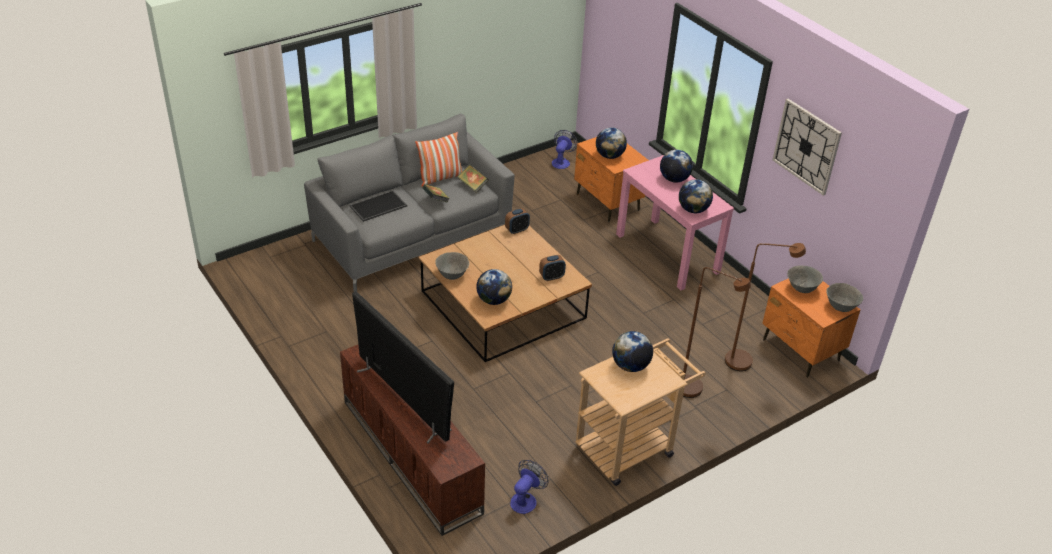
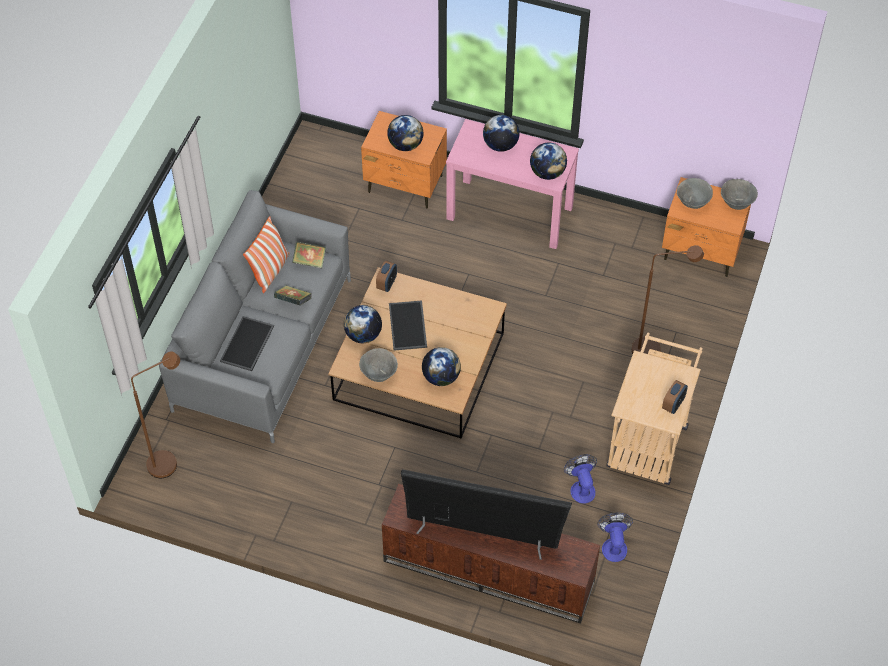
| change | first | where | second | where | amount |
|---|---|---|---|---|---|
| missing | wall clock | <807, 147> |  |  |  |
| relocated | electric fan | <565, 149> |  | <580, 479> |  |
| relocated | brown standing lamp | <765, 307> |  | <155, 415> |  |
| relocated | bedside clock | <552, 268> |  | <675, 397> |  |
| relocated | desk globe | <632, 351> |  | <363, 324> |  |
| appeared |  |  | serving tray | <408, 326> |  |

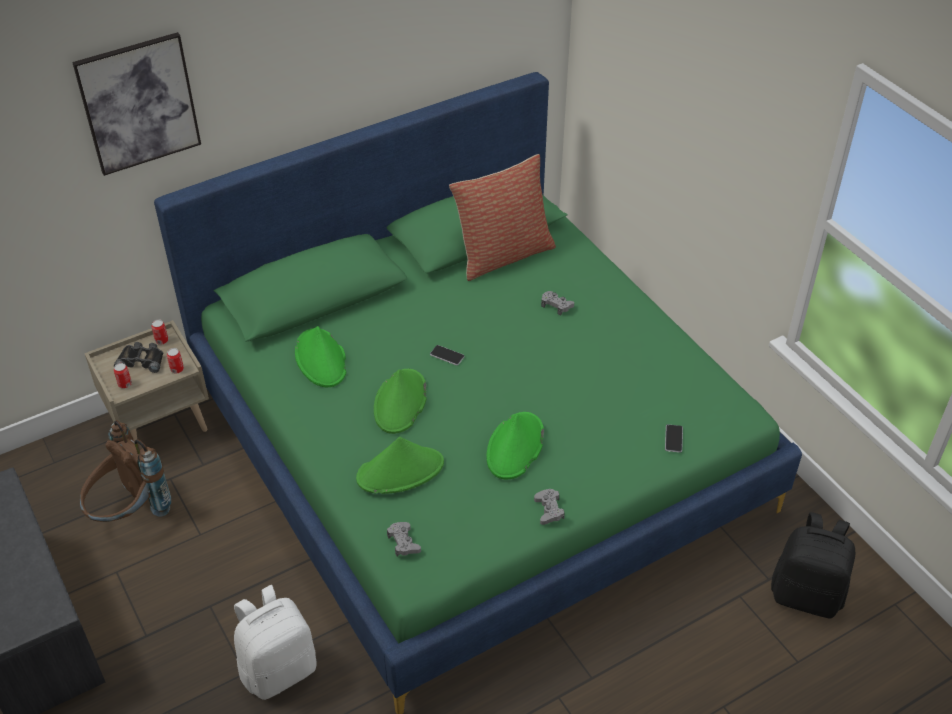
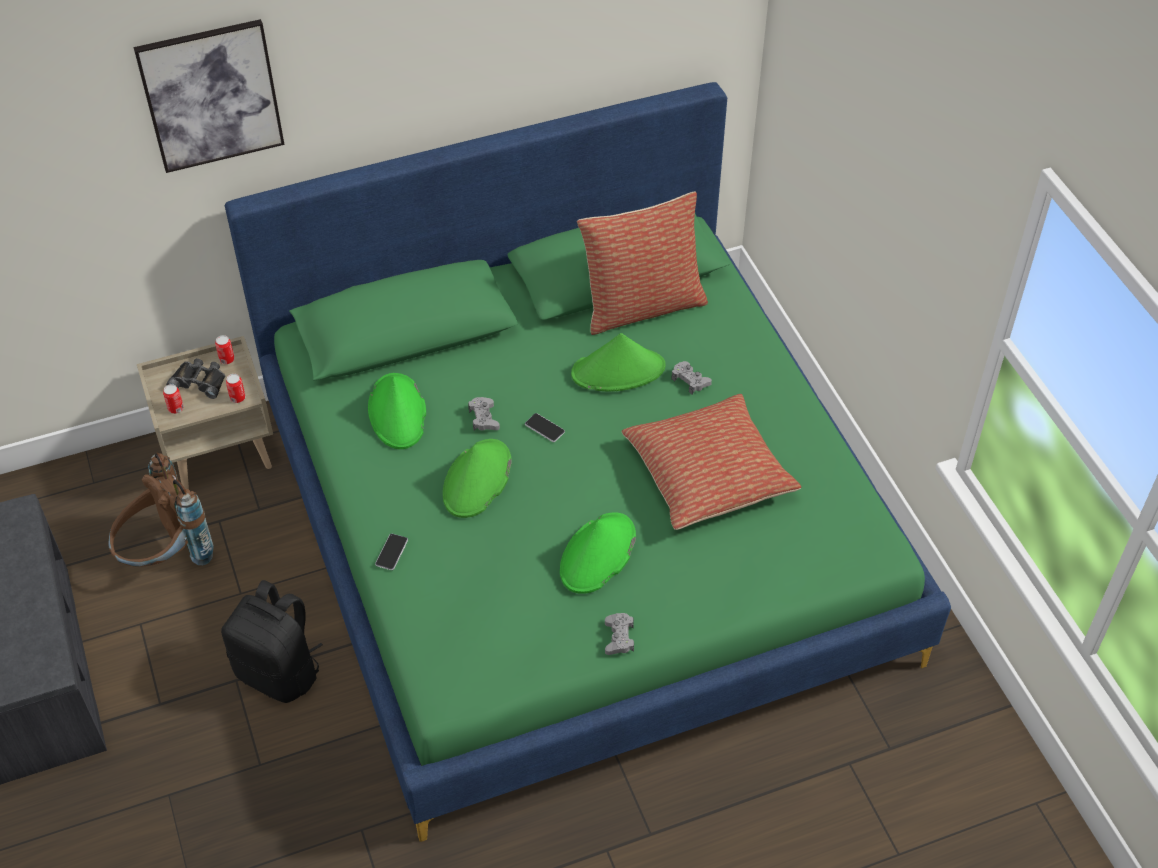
| change | first | where | second | where | amount |
|---|---|---|---|---|---|
| relocated | phone | <674, 438> |  | <391, 552> |  |
| relocated | greenish wearable hat | <400, 465> |  | <618, 362> |  |
| relocated | black knapsack | <813, 565> |  | <272, 641> |  |
| relocated | greyish game controller | <404, 539> |  | <484, 414> |  |
| missing | white knapsack | <275, 642> |  |  |  |
| appeared |  |  | cushion | <711, 462> |  |

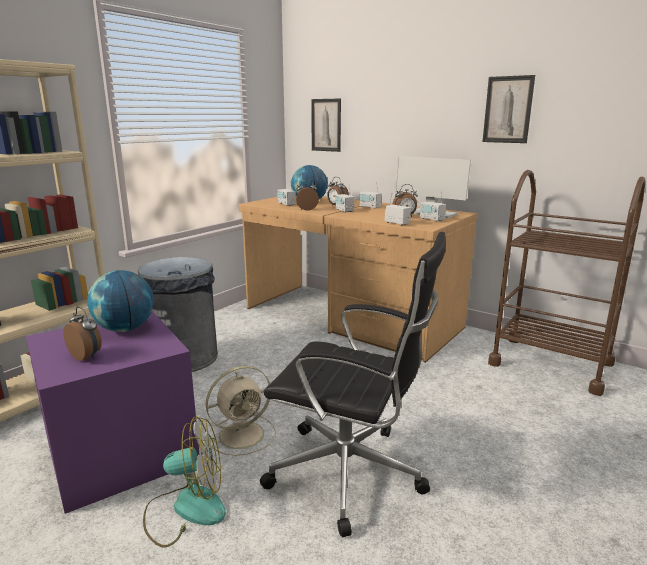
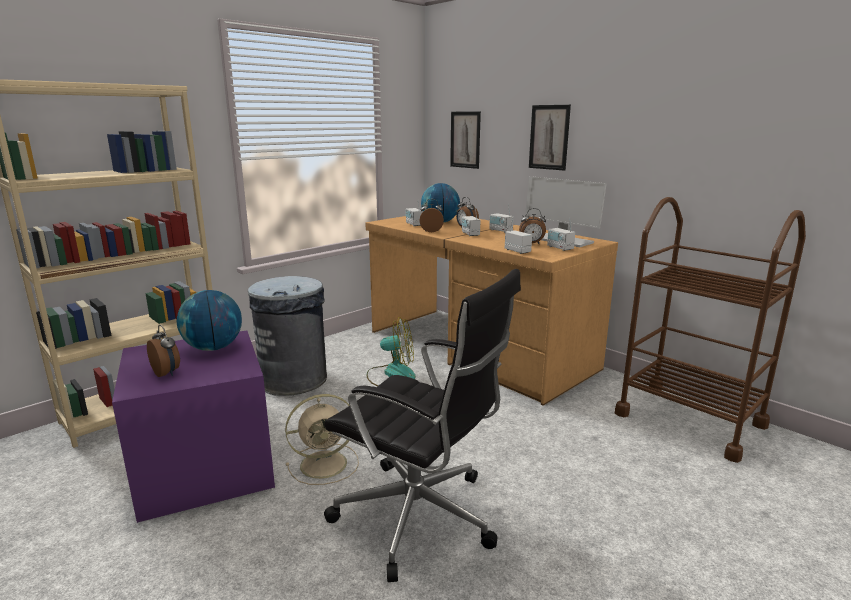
| change | first | where | second | where | amount |
|---|---|---|---|---|---|
| relocated | picture | <509, 109> |  | <550, 138> |  |
| relocated | electric fan | <184, 482> |  | <391, 351> |  |

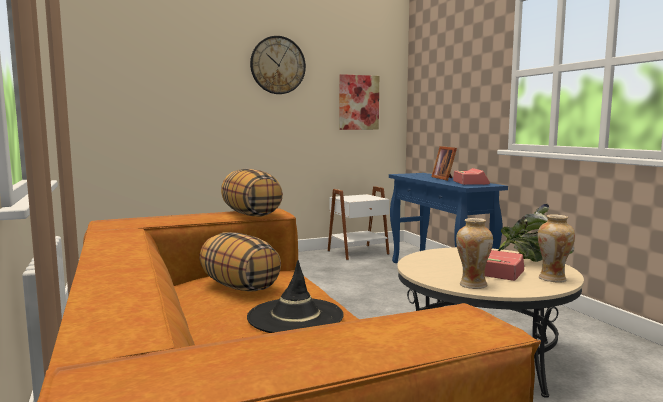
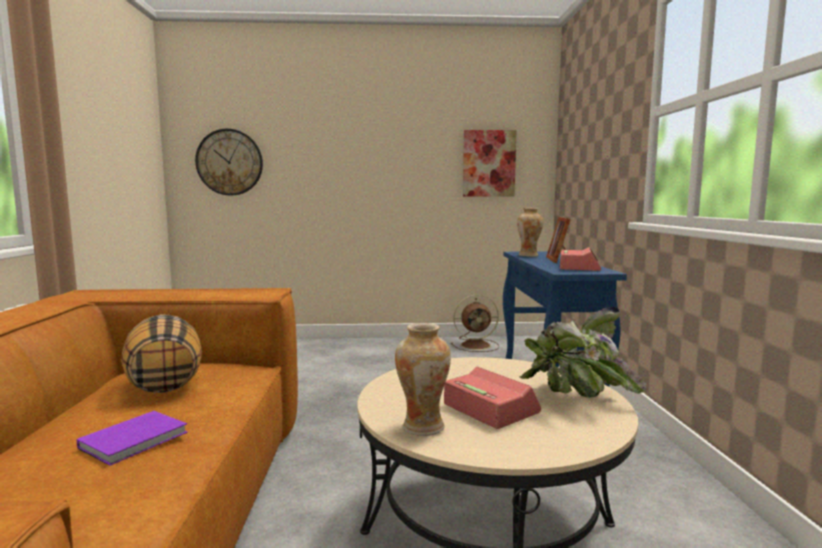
| change | first | where | second | where | amount |
|---|---|---|---|---|---|
| relocated | wall clock | <278, 65> |  | <229, 162> |  |
| missing | cushion | <252, 192> |  |  |  |
| exchanged | white side table | <358, 223> | brown electric fan | <475, 323> |  |
| relocated | vase | <556, 248> |  | <530, 232> |  |
| exchanged | black wearable hat | <295, 296> | purple bound book | <132, 438> |  |

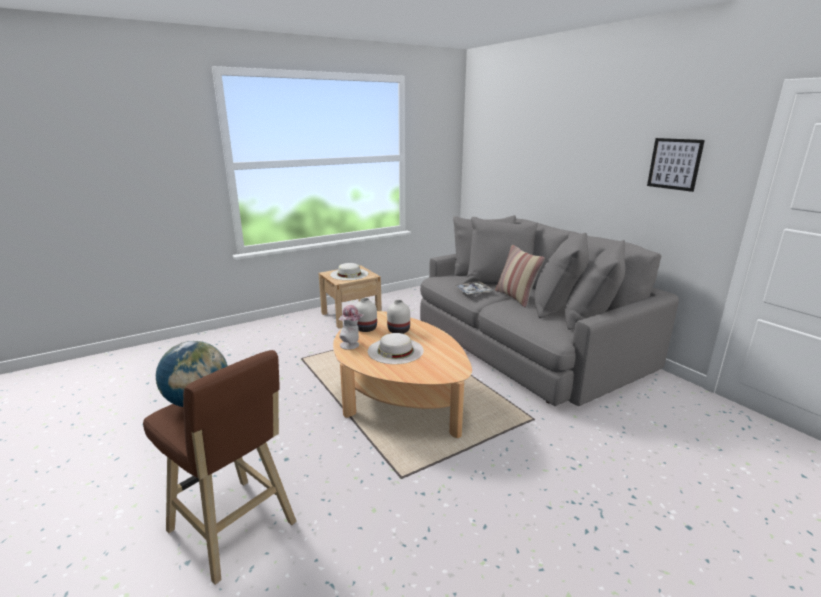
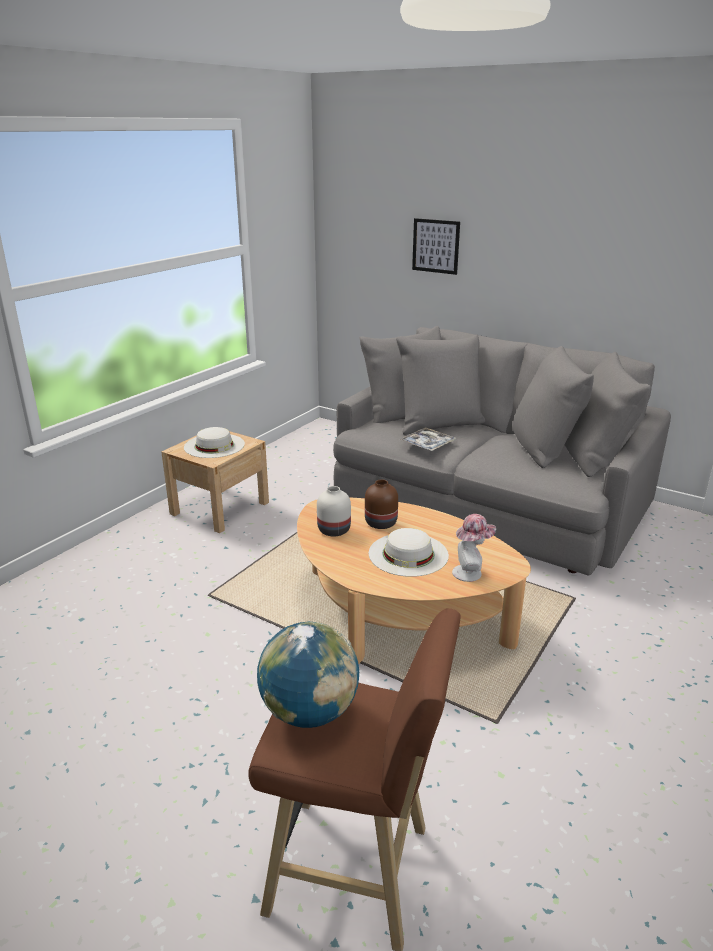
| change | first | where | second | where | amount |
|---|---|---|---|---|---|
| relocated | picture | <676, 165> |  | <436, 246> |  |
| missing | cushion | <520, 276> |  |  |  |
| colour | white vase | <398, 317> | brown vase | <381, 504> |  |
| relocated | wearable hat | <351, 327> |  | <474, 548> |  |

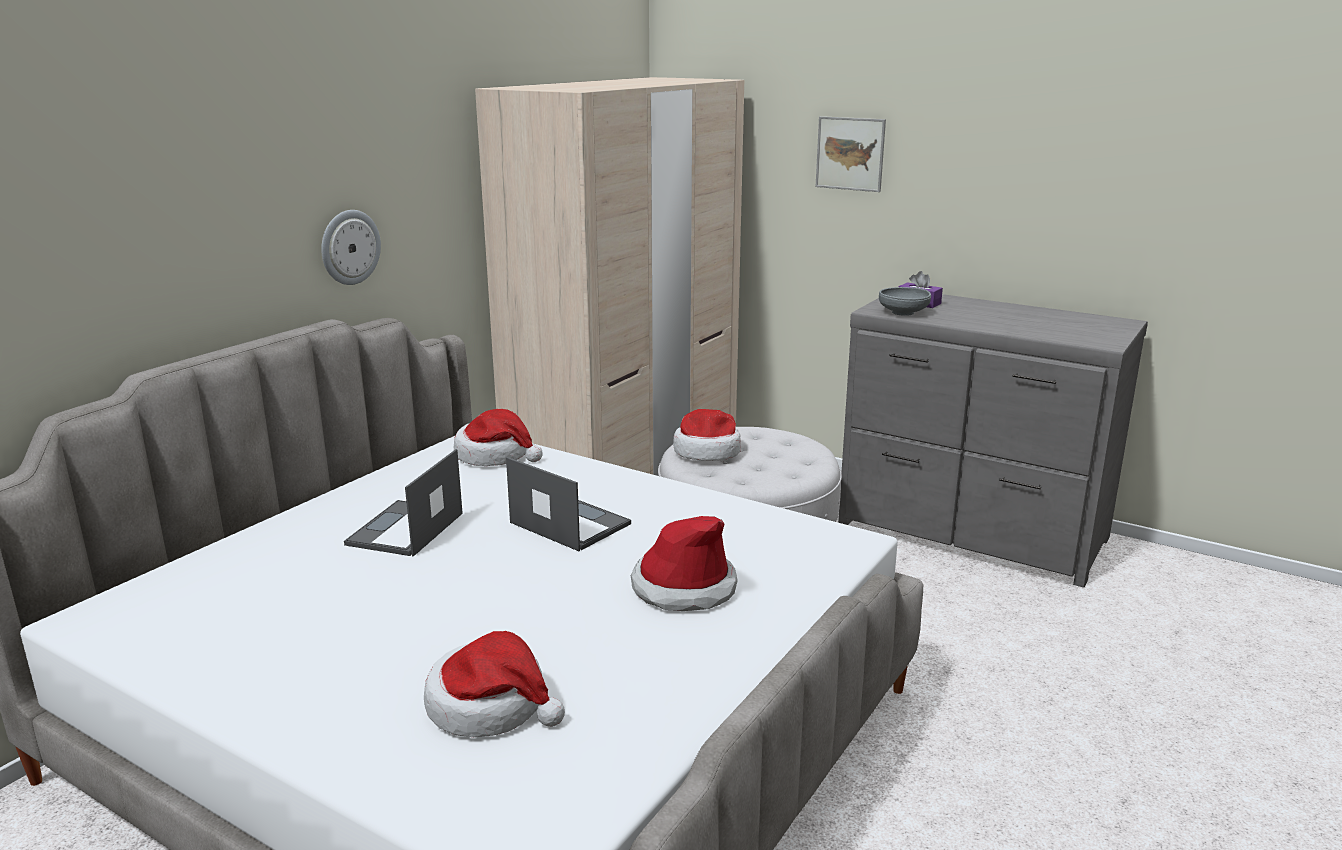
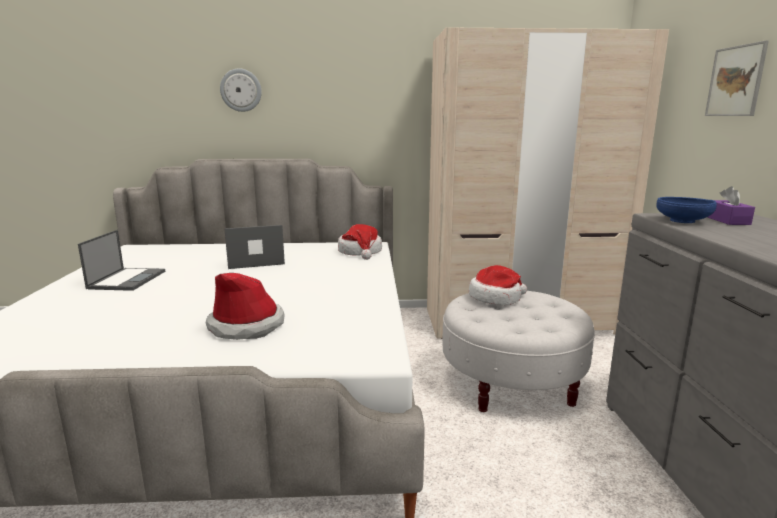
| change | first | where | second | where | amount |
|---|---|---|---|---|---|
| relocated | wall clock | <351, 247> |  | <241, 90> |  |
| colour | greyish deep dish | <905, 301> | blue deep dish | <687, 210> |  |
| relocated | laptop | <568, 504> |  | <121, 260> |  |
| missing | wearable hat | <494, 684> |  |  |  |

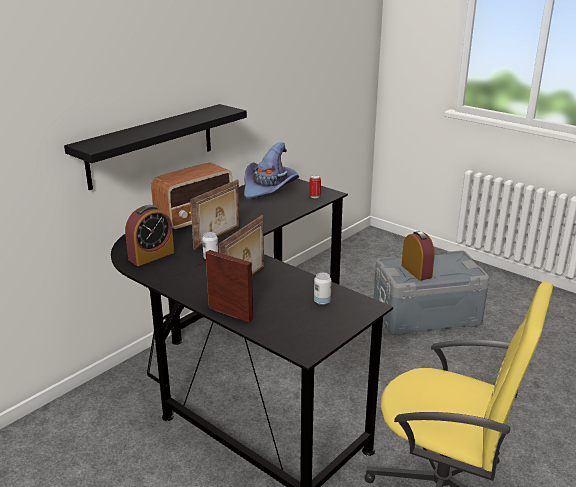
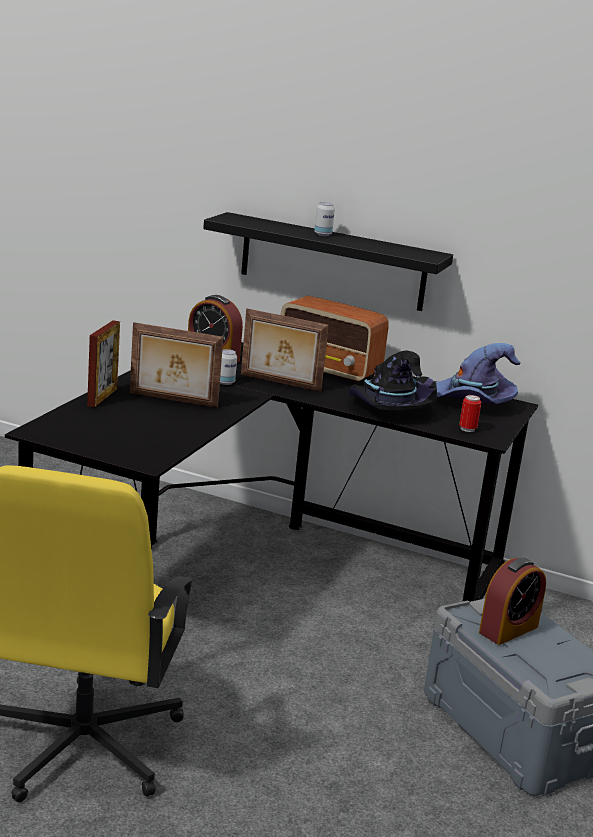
| change | first | where | second | where | amount |
|---|---|---|---|---|---|
| relocated | metal can | <323, 289> |  | <324, 219> |  |
| appeared |  |  | black wearable hat | <393, 381> |  |

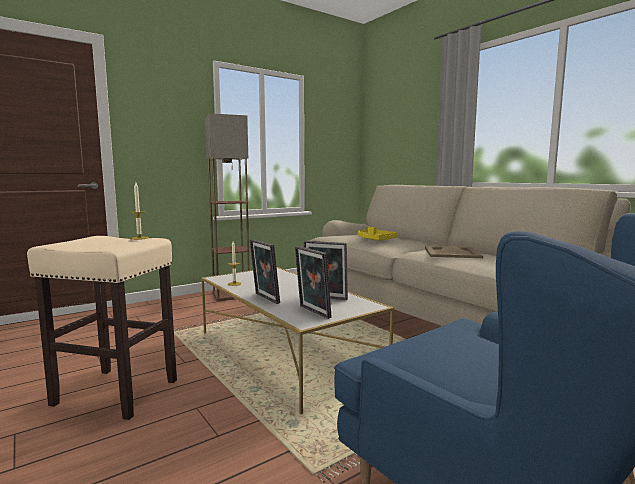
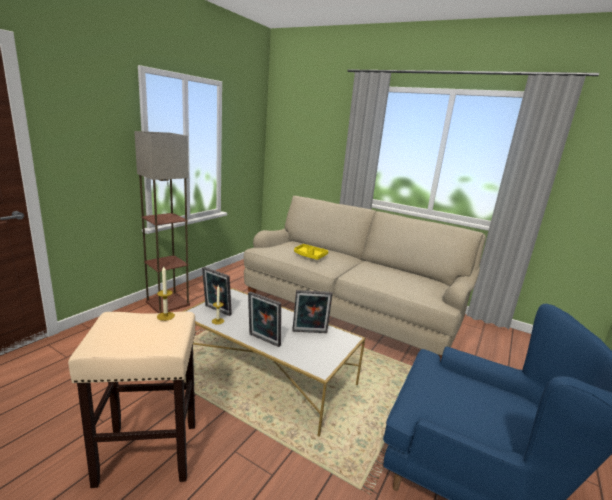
| change | first | where | second | where | amount |
|---|---|---|---|---|---|
| relocated | picture frame | <313, 282> |  | <217, 291> |  |
| missing | sand-coloured serving tray | <454, 252> |  |  |  |

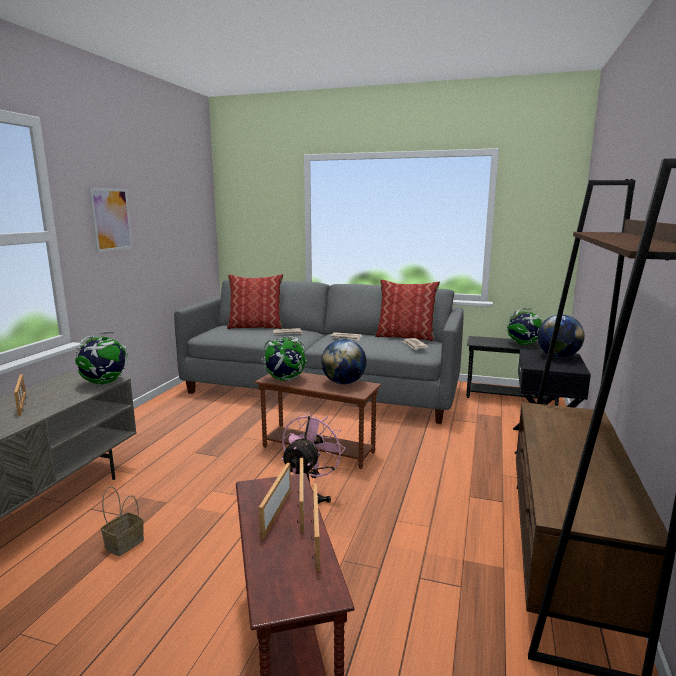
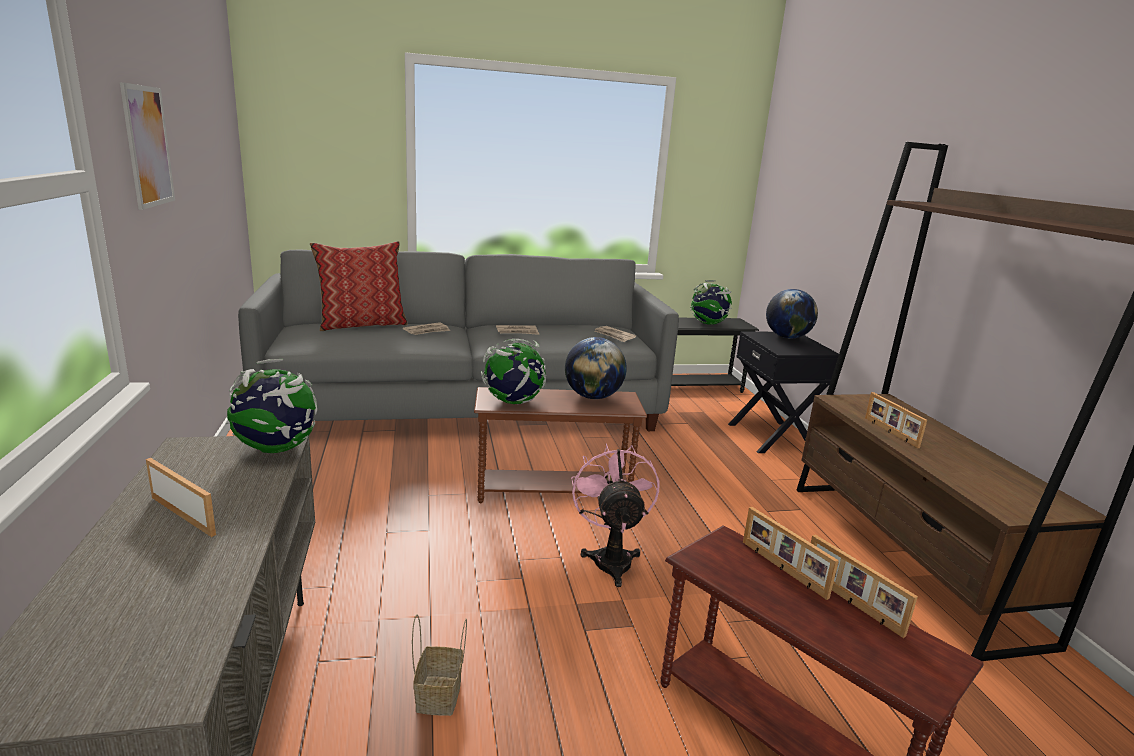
| change | first | where | second | where | amount |
|---|---|---|---|---|---|
| missing | cushion | <407, 310> |  |  |  |
| relocated | picture frame | <275, 501> |  | <896, 420> |  |

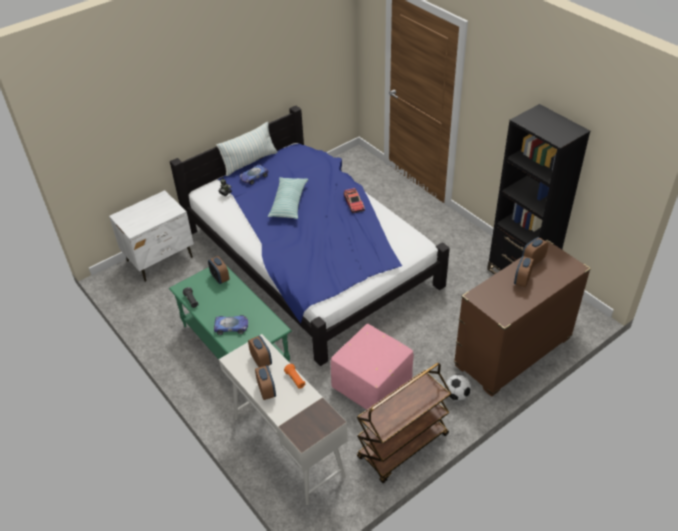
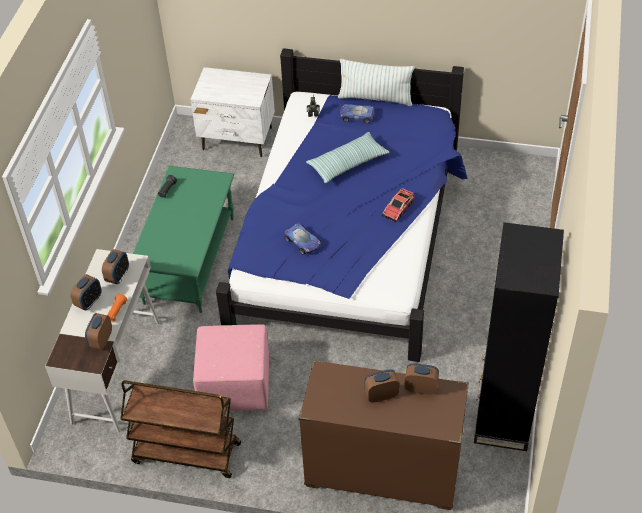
| change | first | where | second | where | amount |
|---|---|---|---|---|---|
| relocated | bedside clock | <219, 270> |  | <98, 331> |  |
| relocated | toy car | <231, 325> |  | <302, 238> |  |
| missing | ball for football | <458, 387> |  |  |  |

